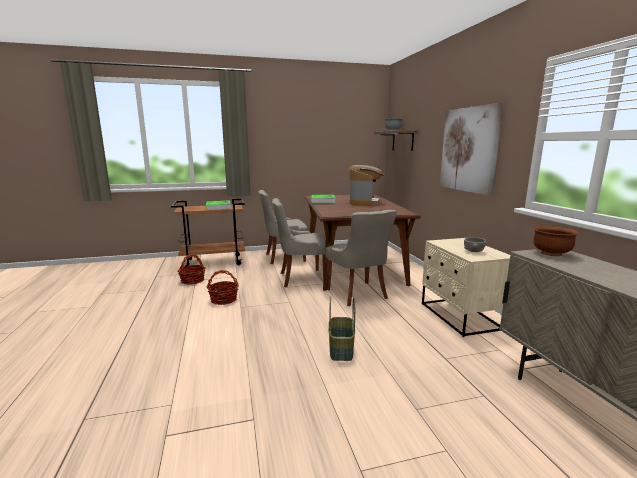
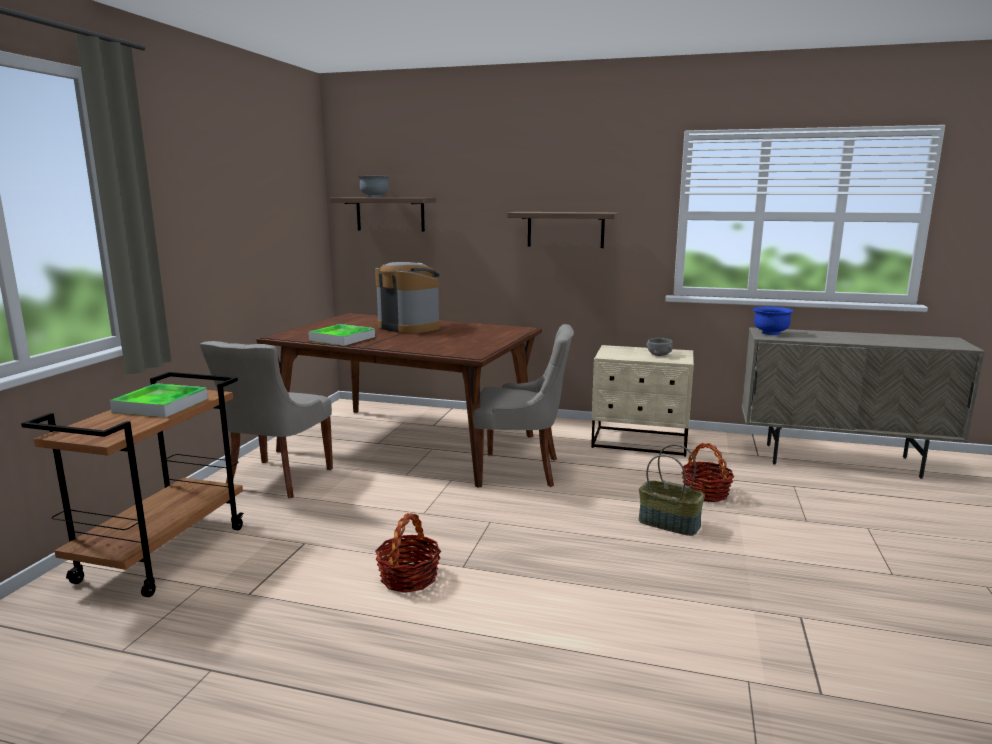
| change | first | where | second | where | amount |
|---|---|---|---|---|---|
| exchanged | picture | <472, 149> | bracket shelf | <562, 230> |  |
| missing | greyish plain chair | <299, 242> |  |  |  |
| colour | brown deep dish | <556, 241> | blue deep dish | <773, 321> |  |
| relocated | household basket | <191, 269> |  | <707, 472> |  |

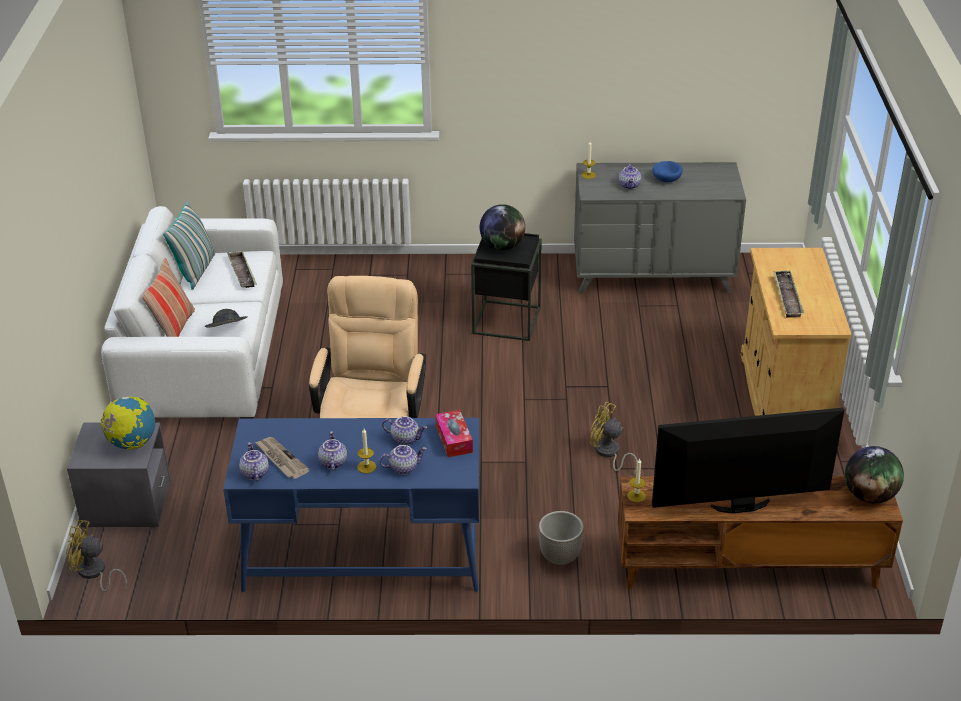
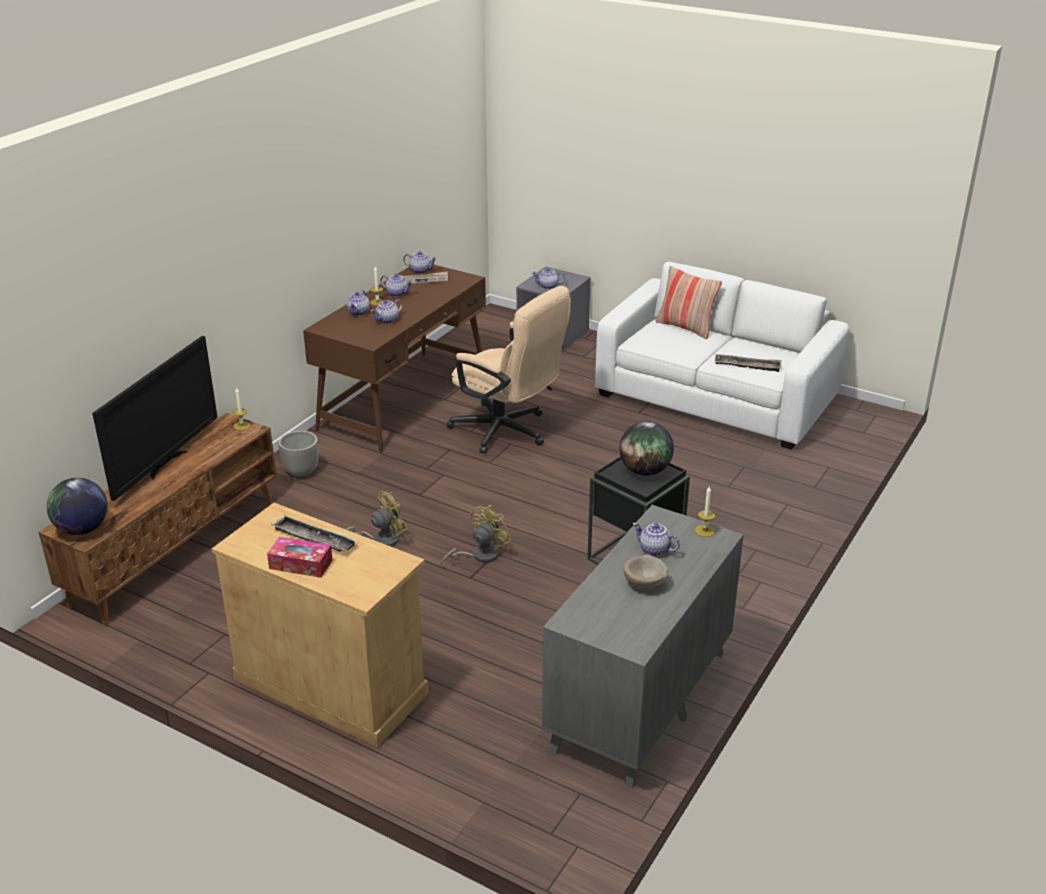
| change | first | where | second | where | amount |
|---|---|---|---|---|---|
| colour | blue deep dish | <667, 172> | sand-coloured deep dish | <646, 571> |  |
| missing | cushion | <189, 245> |  |  |  |
| missing | greyish wearable hat | <226, 318> |  |  |  |
| exchanged | desk globe | <128, 423> | pot for tea | <548, 278> |  |
| relocated | tissue box | <454, 433> |  | <300, 557> |  |
| colour | blue desk | <351, 505> | brown desk | <394, 359> |  |
| relocated | yellow electric fan | <96, 556> |  | <476, 535> |  |

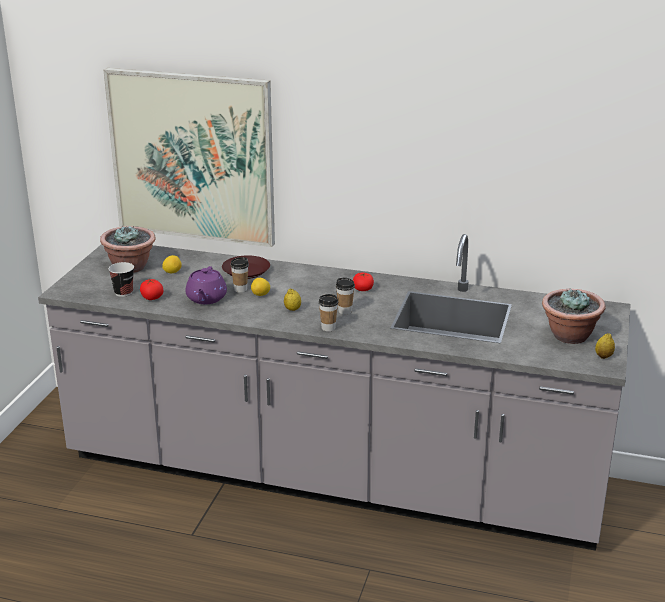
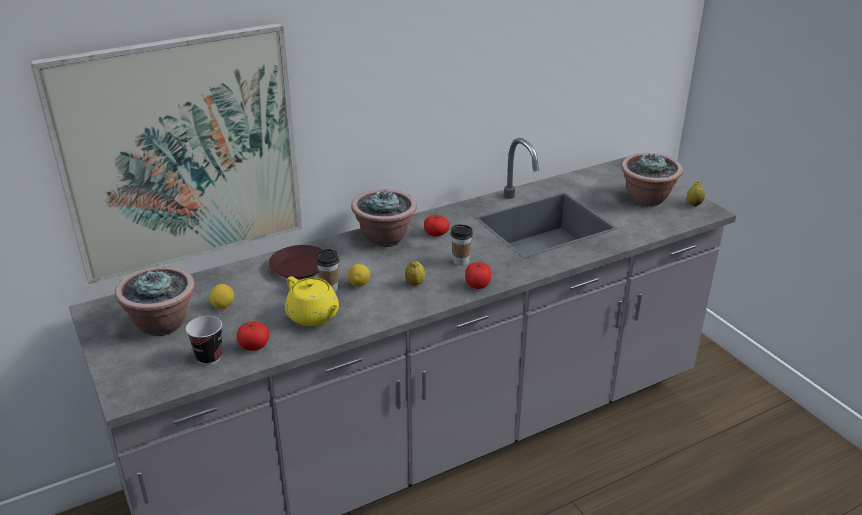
| change | first | where | second | where | amount |
|---|---|---|---|---|---|
| colour | purple pot for tea | <206, 285> | yellow pot for tea | <312, 301> |  |
| exchanged | small cup | <328, 312> | whole tomato | <478, 275> |  |
| appeared |  |  | potted plant | <384, 218> |  |

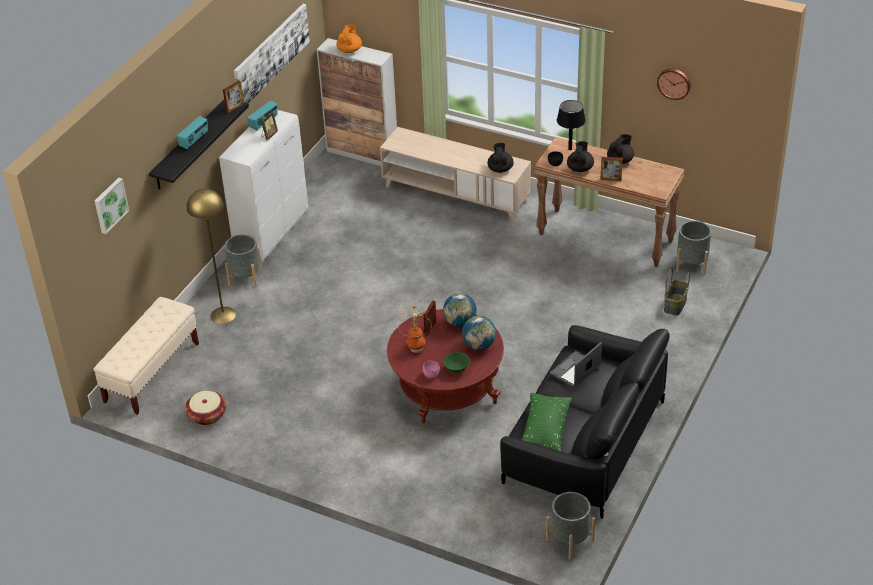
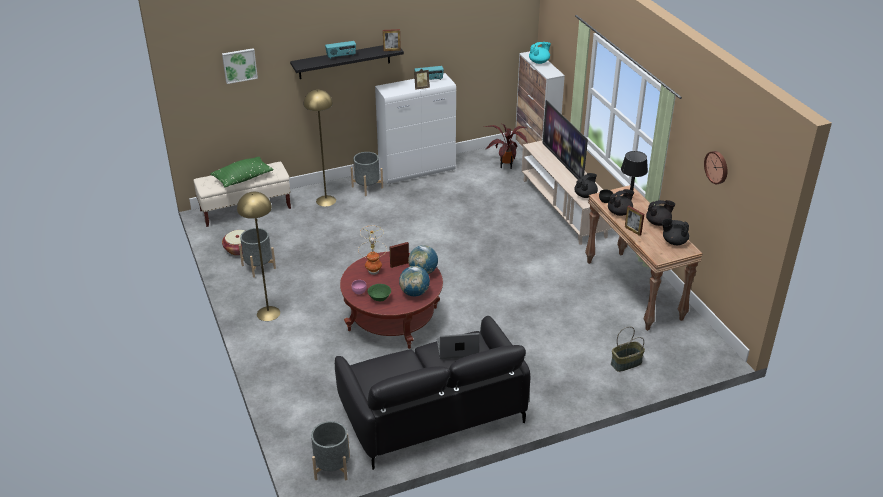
| change | first | where | second | where | amount |
|---|---|---|---|---|---|
| missing | picture | <272, 54> |  |  |  |
| colour | orange-coloured pot for tea | <349, 38> | blue-green pot for tea | <540, 53> |  |
| relocated | greyish planter | <693, 248> |  | <257, 253> |  |
| relocated | greenish cushion | <547, 422> |  | <242, 172> |  |
| appeared |  |  | TV | <565, 139> |  |
| appeared |  |  | potted plant | <506, 146> |  |
| appeared |  |  | yellow standing lamp | <258, 256> |  |
| appeared |  |  | black pot for tea | <675, 231> |  |

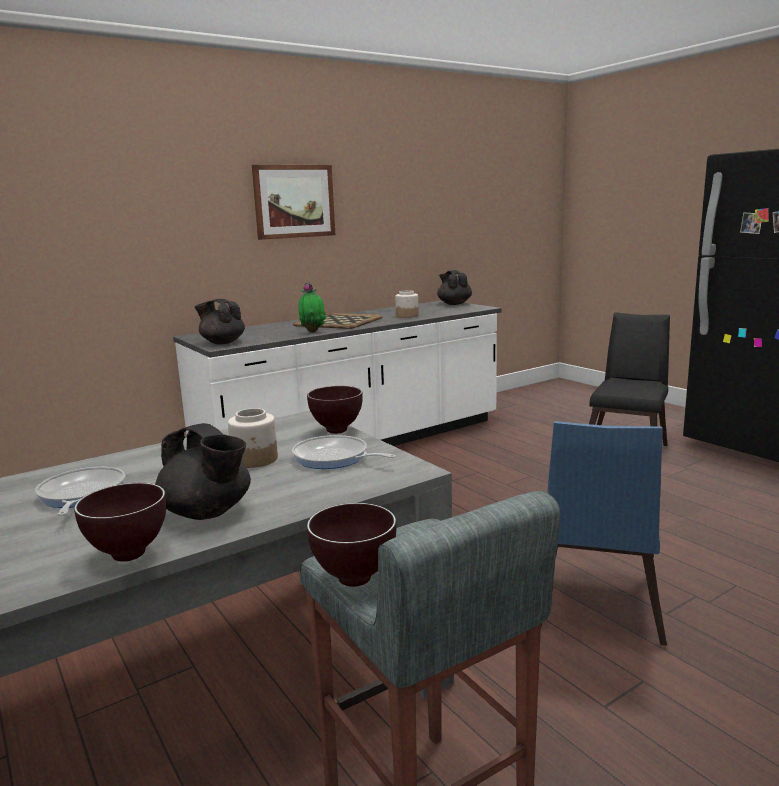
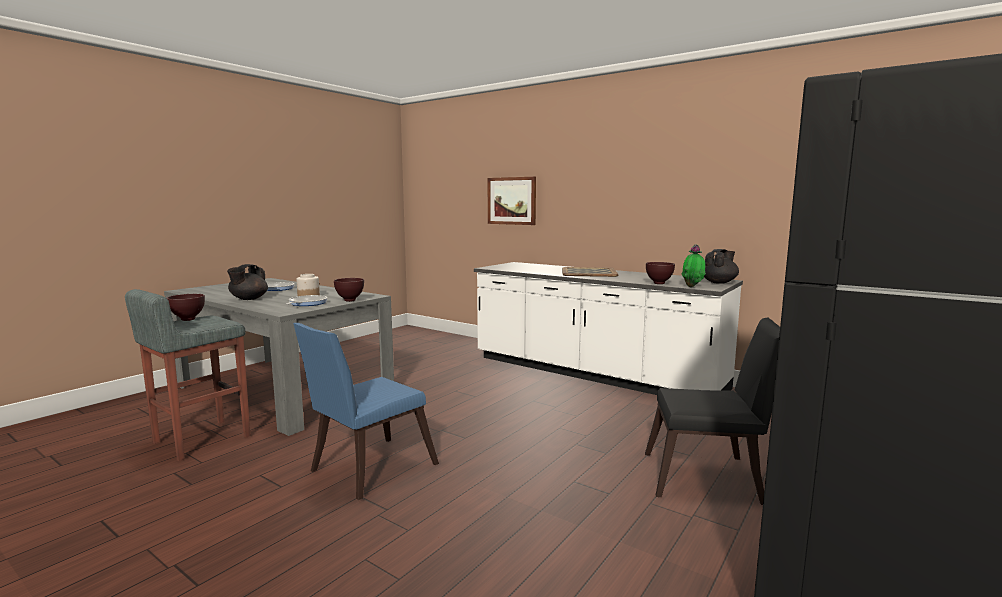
| change | first | where | second | where | amount |
|---|---|---|---|---|---|
| relocated | picture | <293, 202> |  | <512, 201> |  |
| relocated | potted plant | <312, 307> |  | <694, 265> |  |
| missing | preserve jar | <407, 304> |  |  |  |
| missing | black pot for tea | <220, 321> |  |  |  |
| spun | blue plain chair | <604, 533> |  | <366, 411> | 45 degrees counterclockwise |
| relocated | brown deep dish | <120, 522> |  | <660, 273> |  |

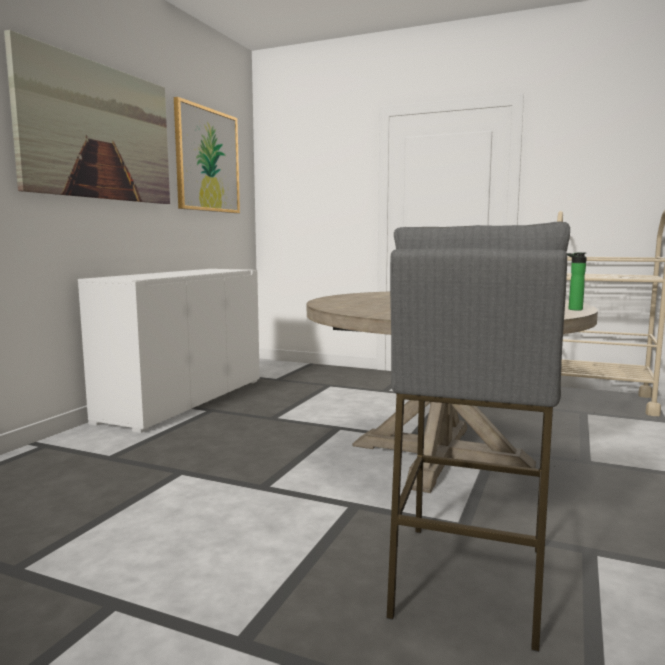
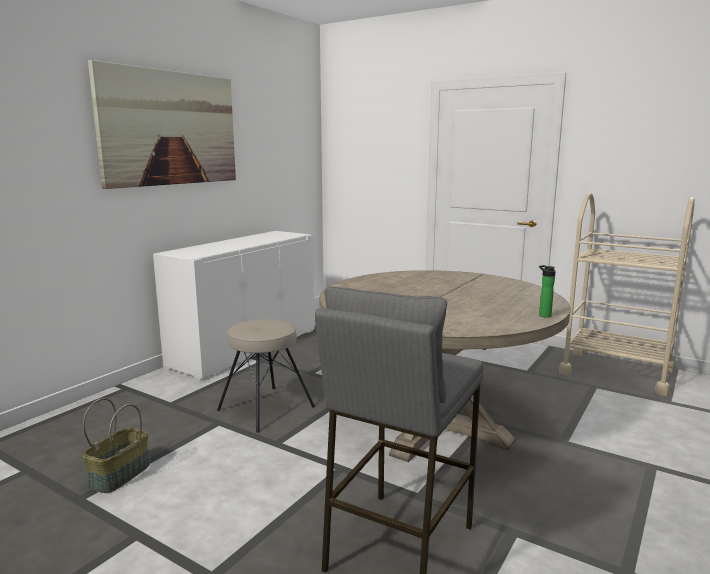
| change | first | where | second | where | amount |
|---|---|---|---|---|---|
| missing | picture | <207, 155> |  |  |  |
| appeared |  |  | sand-coloured stool seat | <266, 376> |  |
| appeared |  |  | household basket | <116, 445> |  |

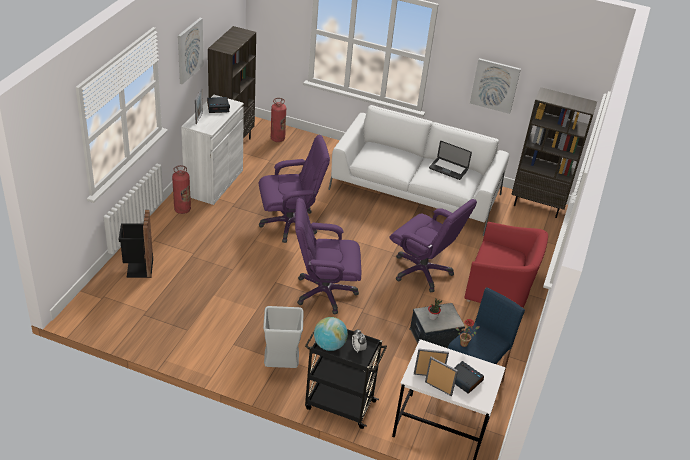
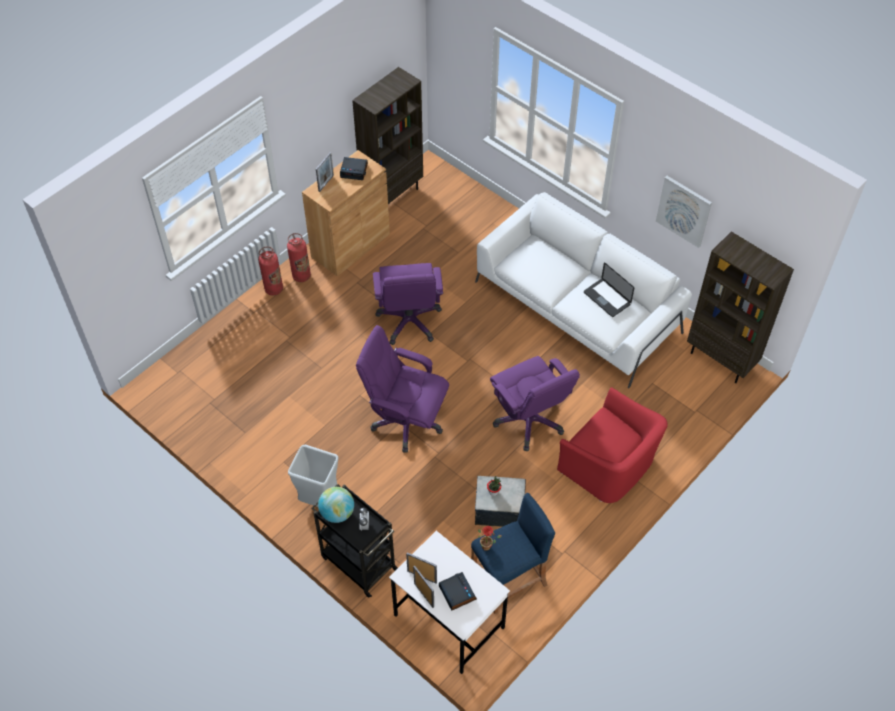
| change | first | where | second | where | amount |
|---|---|---|---|---|---|
| missing | picture | <191, 51> |  |  |  |
| colour | white storage cabinet | <212, 150> | brown storage cabinet | <346, 213> |  |
| relocated | fire extinguisher | <278, 120> |  | <270, 271> |  |
| spun | purple computer chair | <294, 189> |  | <408, 304> | 75 degrees clockwise |
| missing | black trash can | <136, 244> |  |  |  |

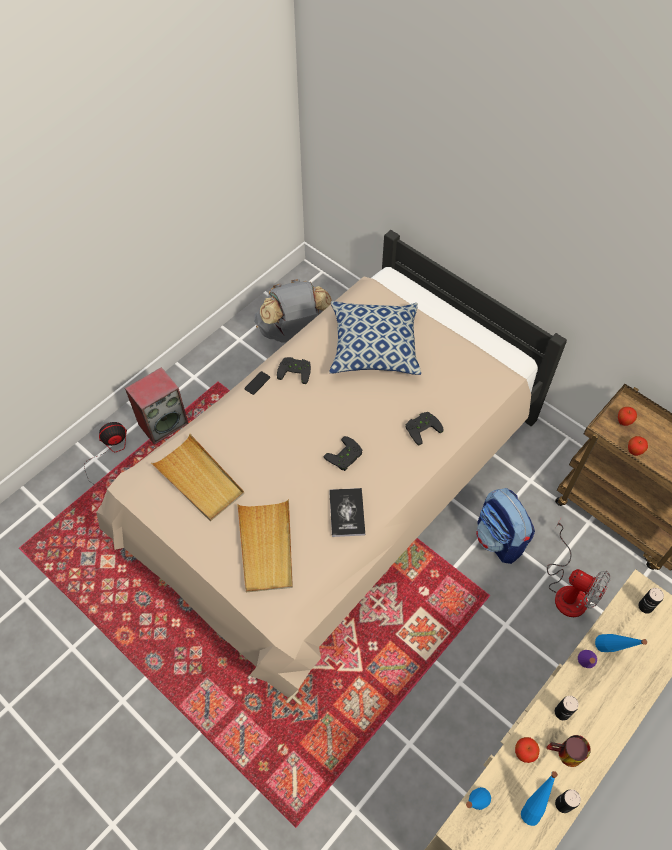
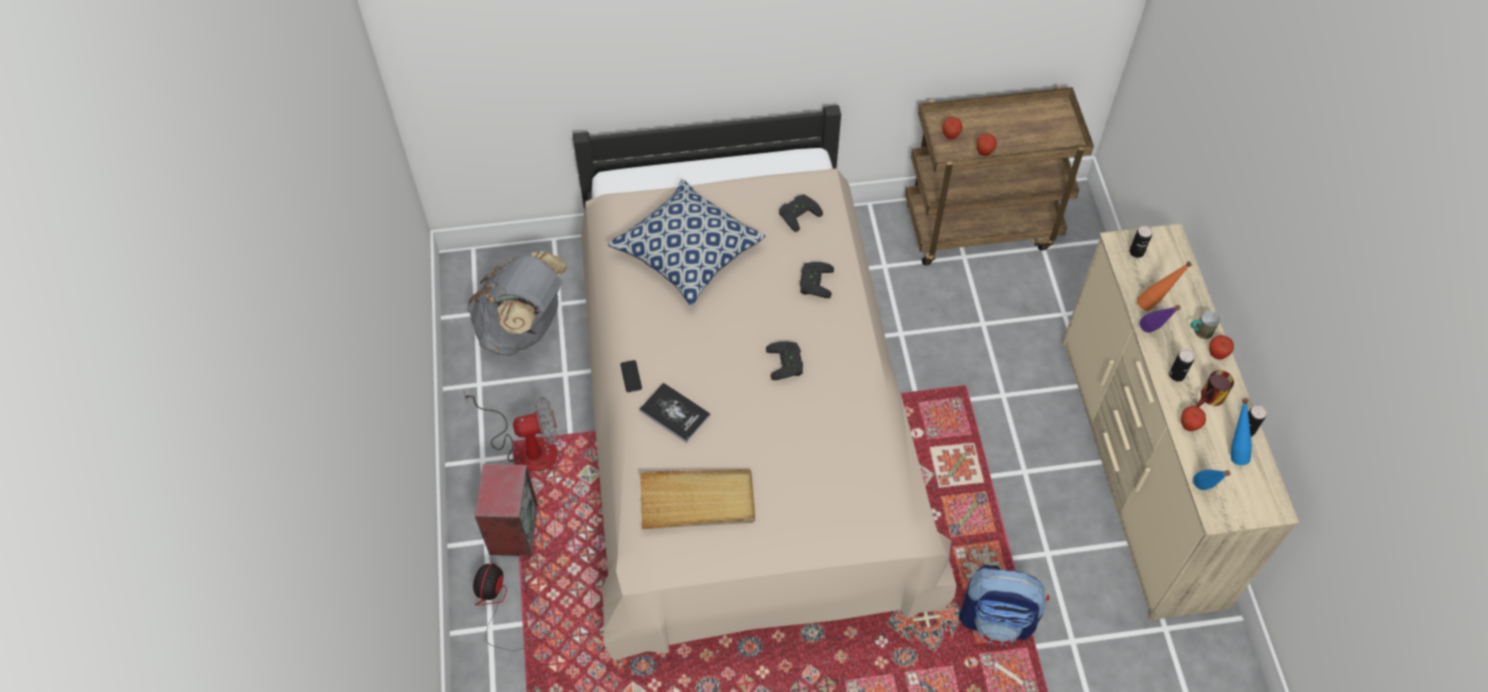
| change | first | where | second | where | amount |
|---|---|---|---|---|---|
| relocated | black game controller | <294, 370> |  | <801, 213> |  |
| relocated | bound book | <347, 512> |  | <675, 413> |  |
| relocated | knapsack | <505, 526> |  | <1004, 605> |  |
| missing | sand-coloured serving tray | <265, 545> |  |  |  |
| relocated | electric fan | <578, 567> |  | <510, 430> |  |
| colour | blue bottle | <621, 643> | orange-coloured bottle | <1164, 286> |  |
| appeared |  |  | mug | <1205, 325> |  |
| appeared |  |  | apple | <1221, 347> |  |

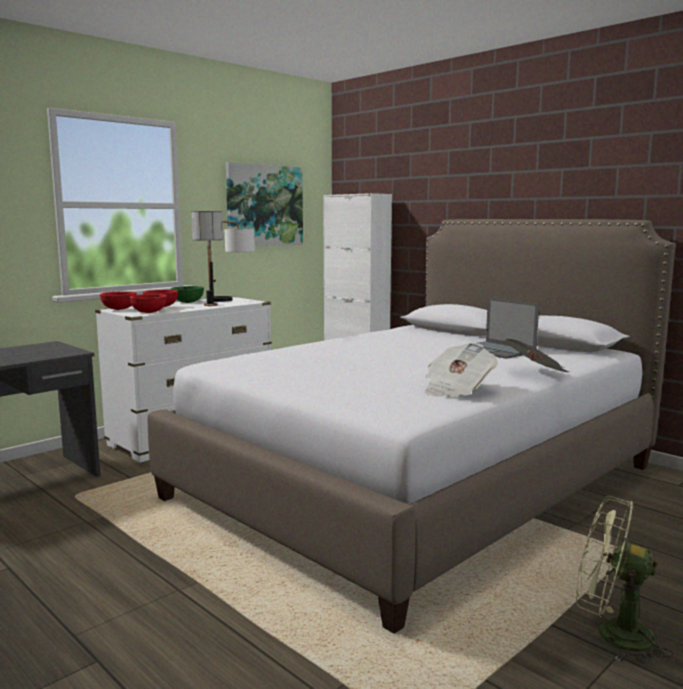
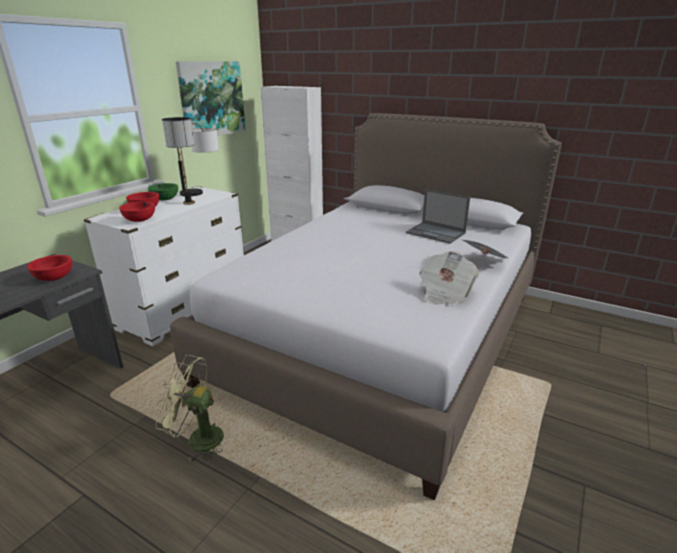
| change | first | where | second | where | amount |
|---|---|---|---|---|---|
| relocated | reddish deep dish | <118, 300> |  | <49, 268> |  |
| relocated | greenish electric fan | <624, 580> |  | <189, 408> |  |

